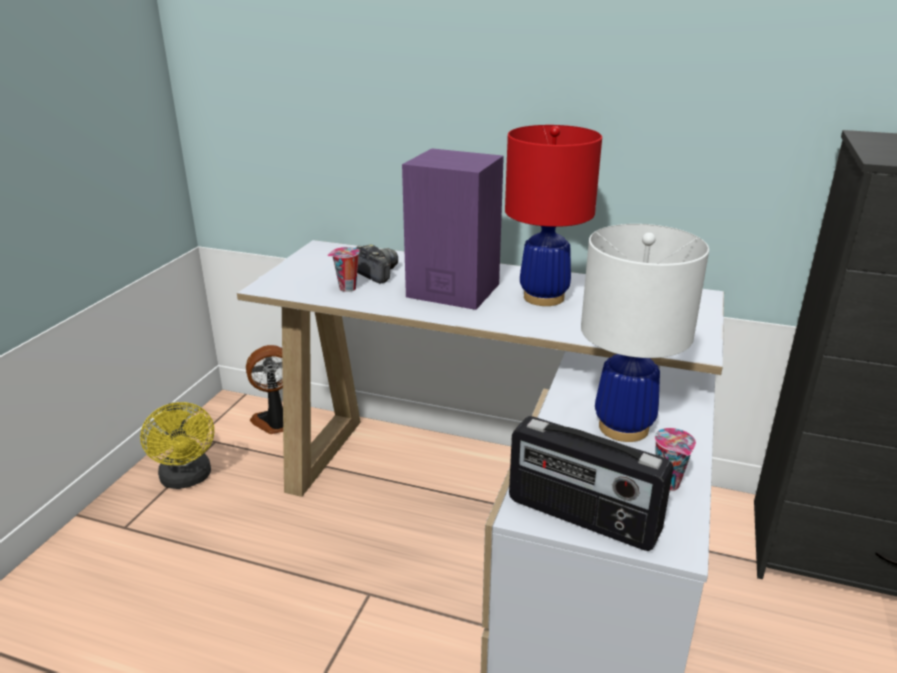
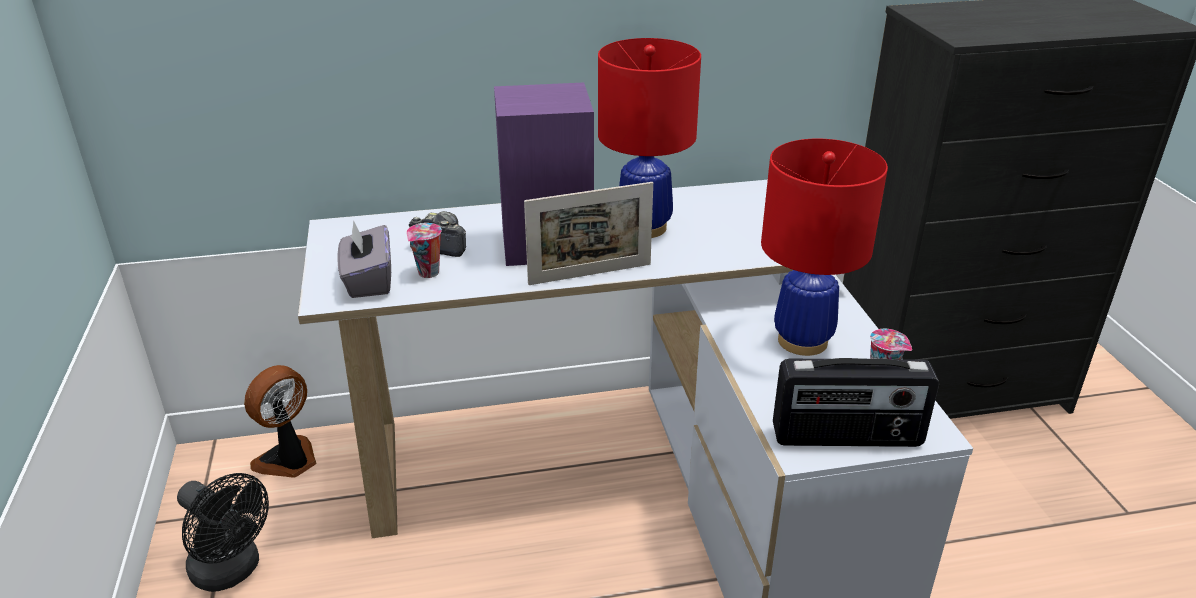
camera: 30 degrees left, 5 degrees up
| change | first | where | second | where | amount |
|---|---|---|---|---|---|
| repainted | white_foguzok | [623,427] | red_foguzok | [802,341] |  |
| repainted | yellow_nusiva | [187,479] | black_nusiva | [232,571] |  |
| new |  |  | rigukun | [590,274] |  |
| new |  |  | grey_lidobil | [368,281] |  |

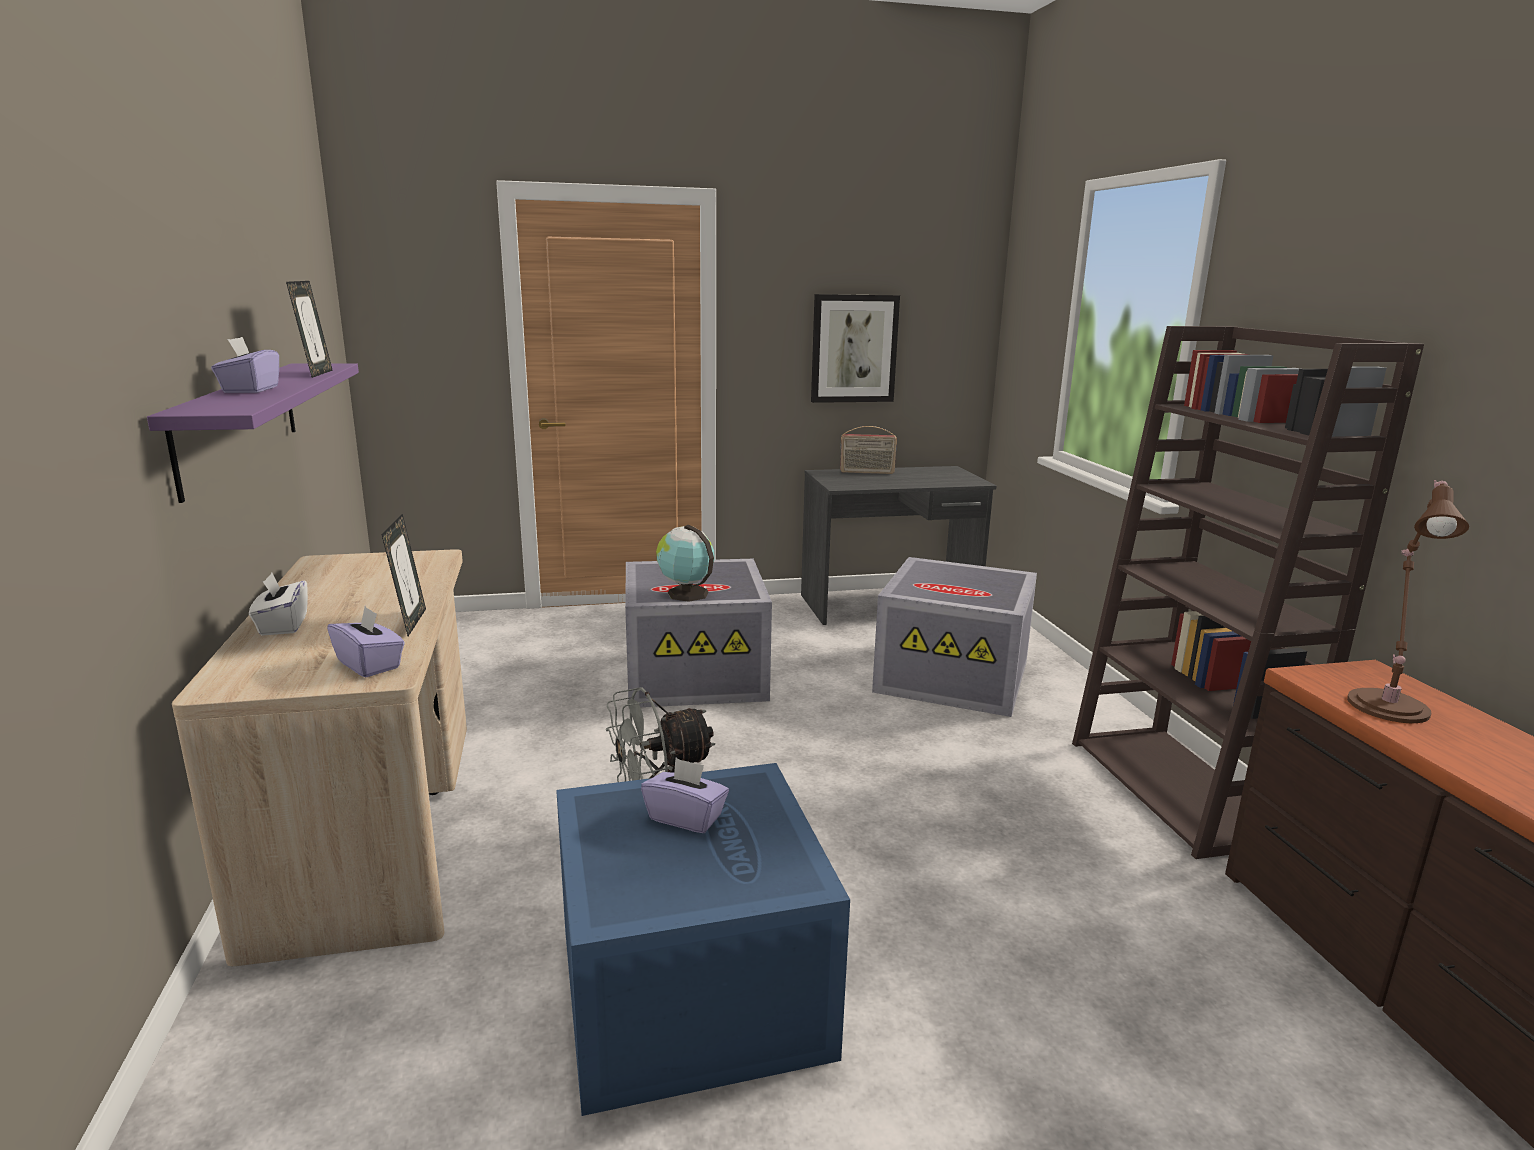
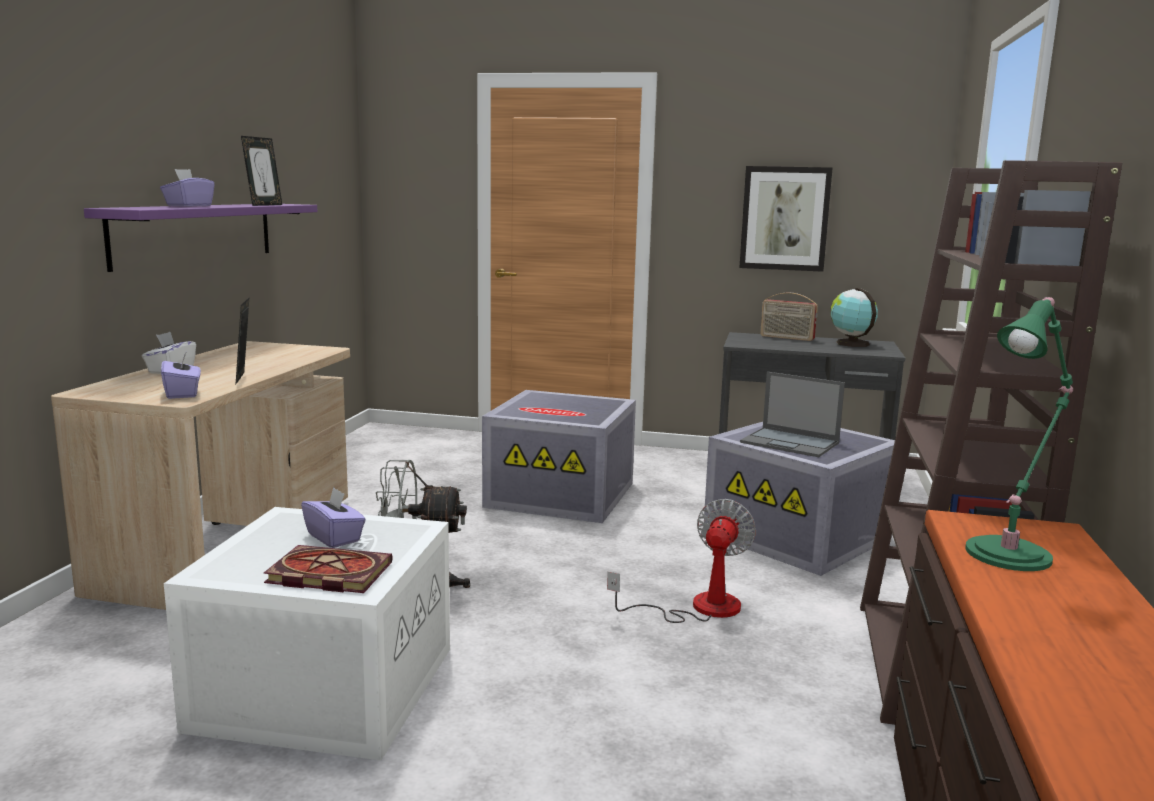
camera: 25 degrees right, 5 degrees down
| change | first | where | second | where | amount |
|---|---|---|---|---|---|
| repainted | brown_foguzok | [1387,704] | green_foguzok | [1012,553] |  |
| rotated | rigukun | [410,622] |  | [245,378] | 150 degrees clockwise |
| shifted | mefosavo | [686,593] |  | [850,343] |  |
| repainted | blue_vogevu | [687,988] | white_vogevu | [324,685] |  |
| new |  |  | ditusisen | [791,443] |  |
| new |  |  | nusiva | [699,608] |  |
| new |  |  | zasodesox | [326,574] |  |

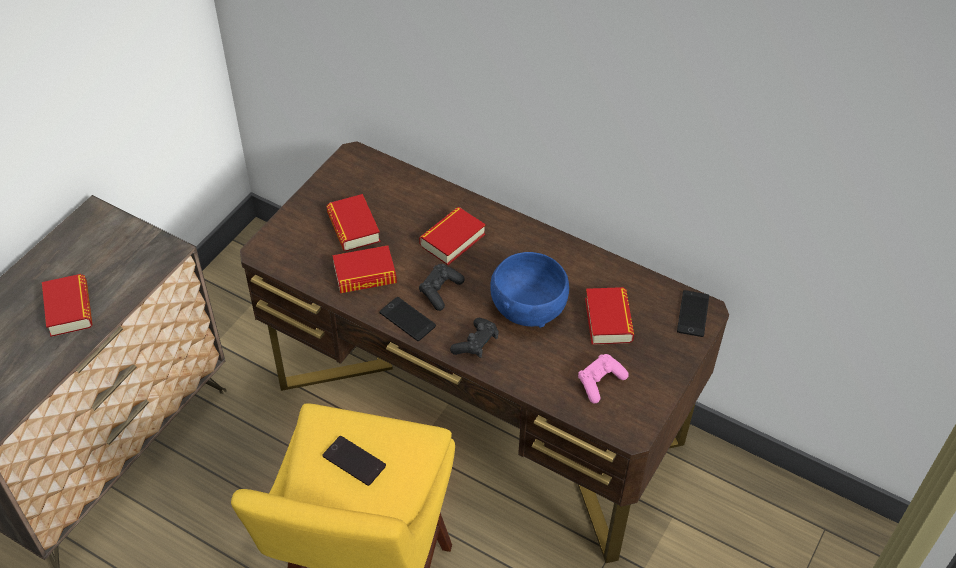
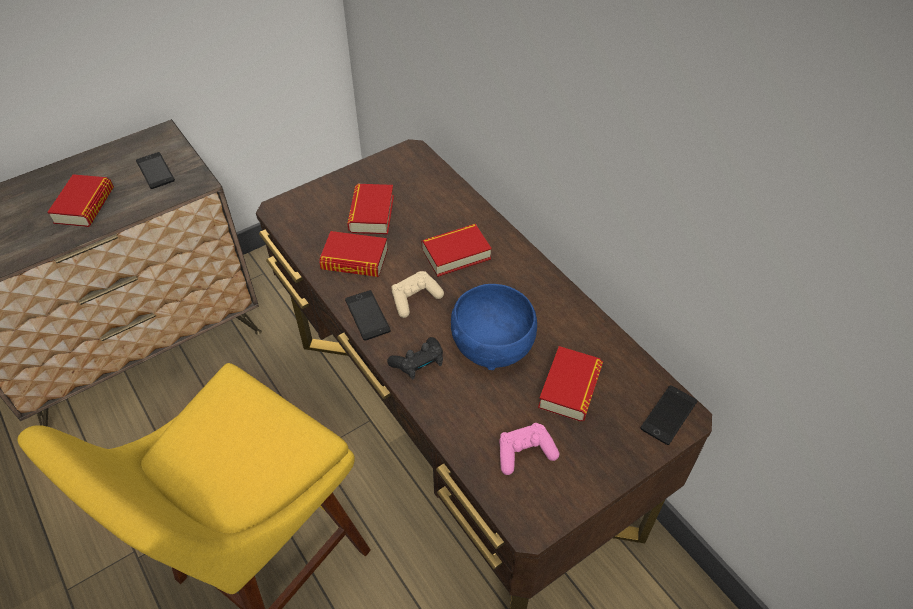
camera: 25 degrees right, 0 degrees up
| change | first | where | second | where | amount |
|---|---|---|---|---|---|
| repainted | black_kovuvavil | [440,291] | beige_kovuvavil | [415,299] |  |
| shifted | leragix | [354,461] |  | [155,171] |  |

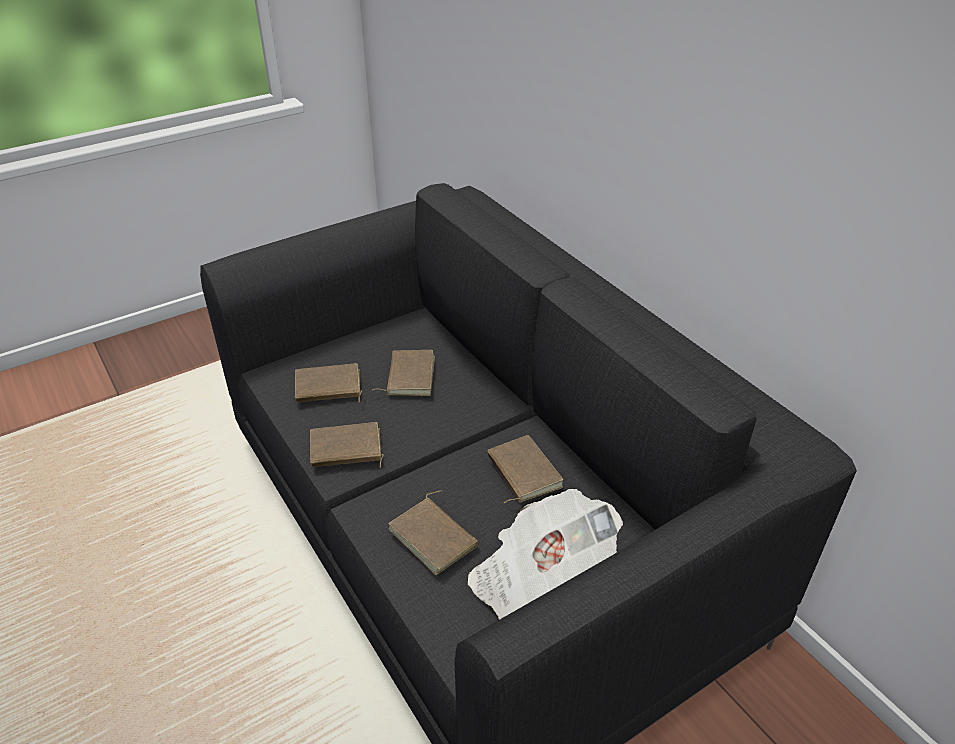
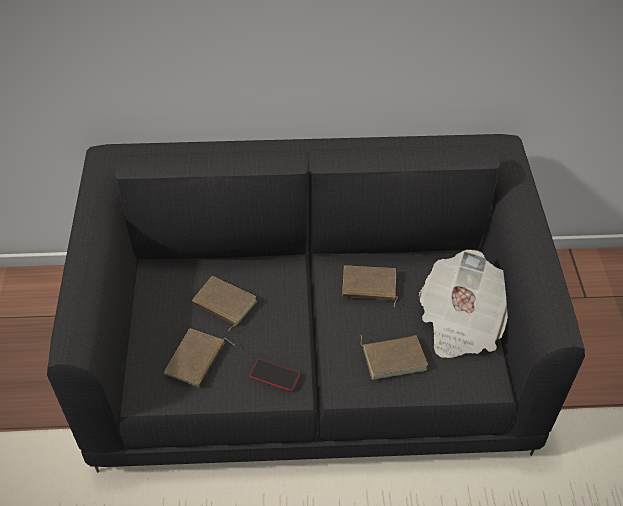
camera: 60 degrees left, 10 degrees up
| change | first | where | second | where | amount |
|---|---|---|---|---|---|
| swapped | brown_zasodesox | [346,450] | leragix | [274,375] |  |

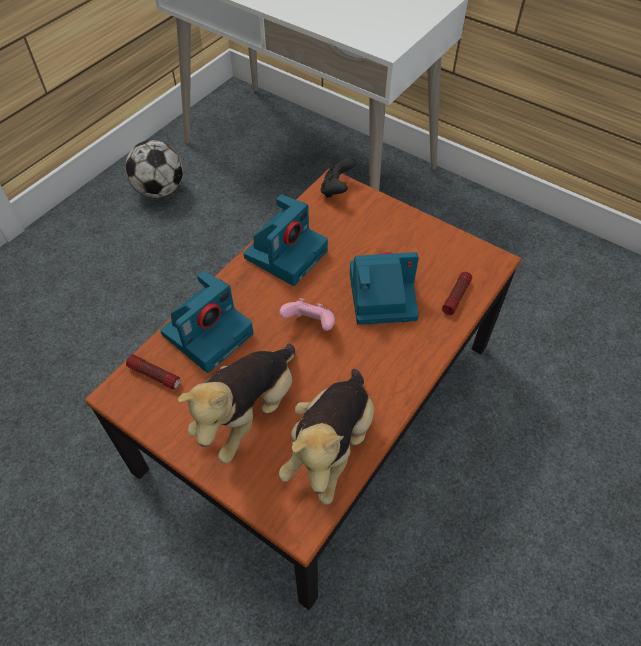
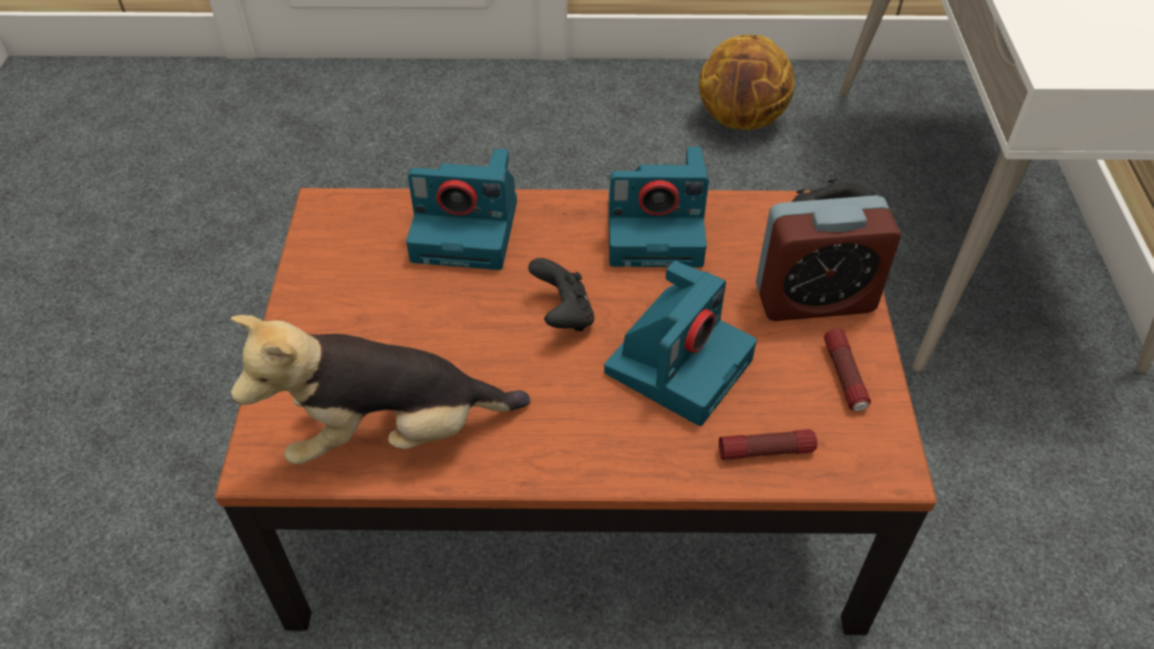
camera: 55 degrees right, 5 degrees down
| change | first | where | second | where | amount |
|---|---|---|---|---|---|
| swapped | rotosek | [160,190] | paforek | [741,120] |  |
| rotated | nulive | [380,296] |  | [679,363] | 75 degrees clockwise |
| repainted | pink_kovuvavil | [310,324] | black_kovuvavil | [563,315] |  |
| gone | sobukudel | [248,412] |  |  |  |
| shifted | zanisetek | [155,375] |  | [844,376] |  |
| new |  |  | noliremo | [814,299] |  |

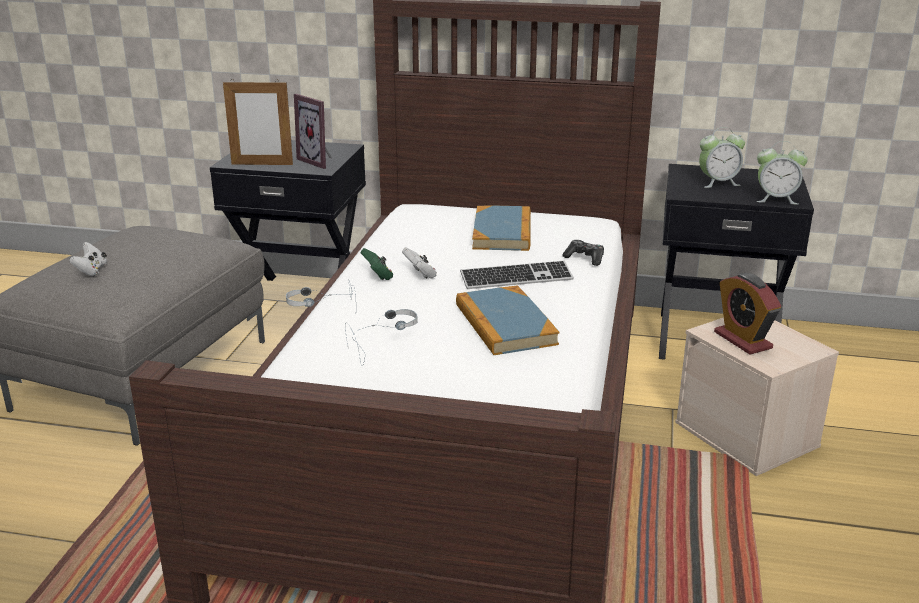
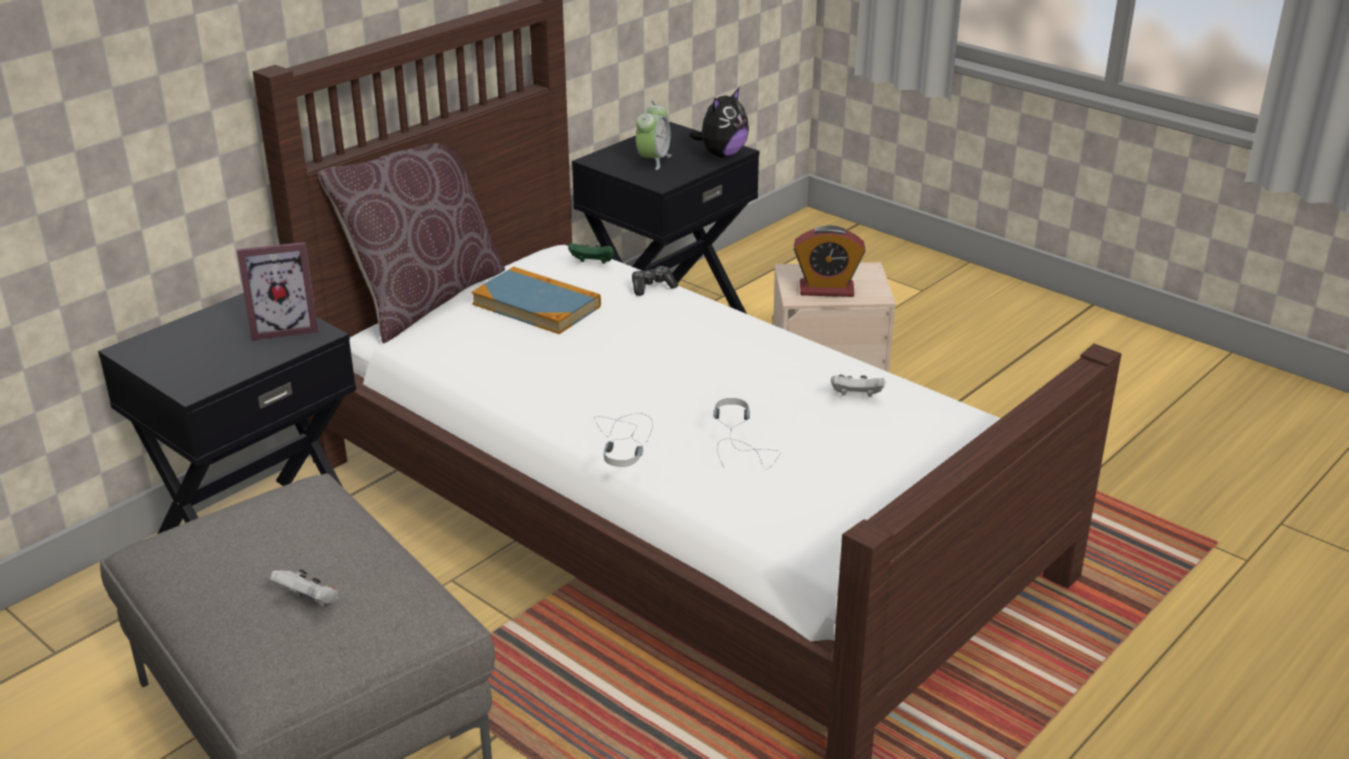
camera: 60 degrees left, 5 degrees up
| change | first | where | second | where | amount |
|---|---|---|---|---|---|
| gone | rigukun | [262,164] |  |  |  |
| swapped | noliremo | [776,199] | sobukudel | [722,154] |  |
| shifted | green_kovuvavil | [378,276] |  | [592,263] |  |
| shifted | white_kovuvavil | [420,274] |  | [856,397] |  |
| gone | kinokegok | [516,278] |  |  |  |
| gone | zasodesox | [505,325] |  |  |  |
| new |  |  | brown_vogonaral | [425,298] |  |

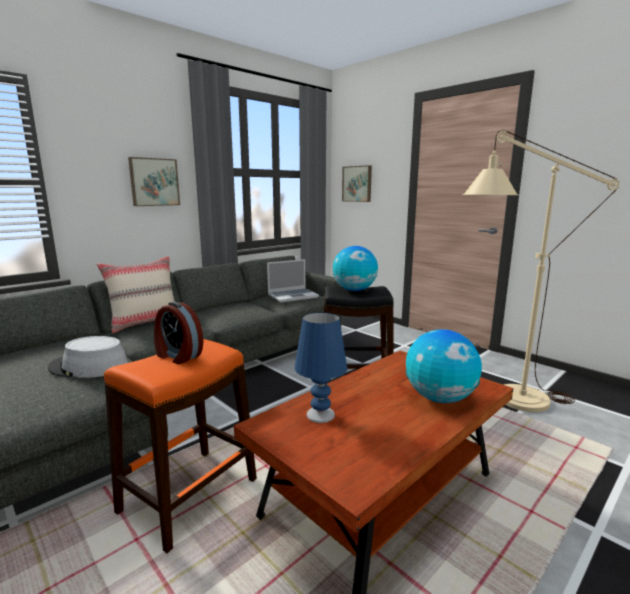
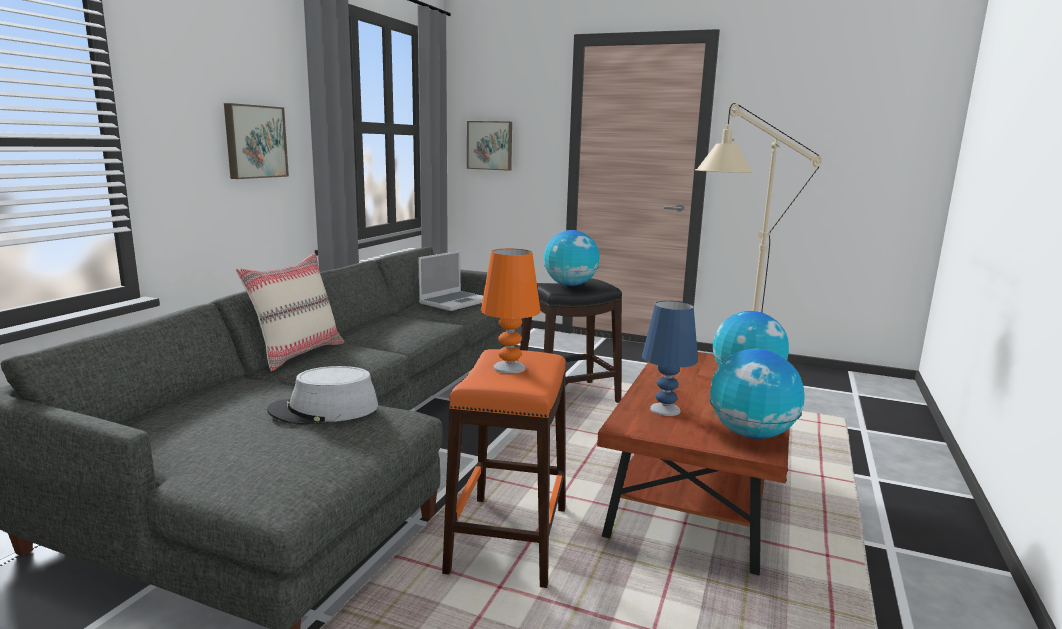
camera: 25 degrees left, 0 degrees up
| change | first | where | second | where | amount |
|---|---|---|---|---|---|
| swapped | noliremo | [177,356] | orange_foguzok | [509,367] |  |
| new |  |  | mefosavo | [751,434] |  |

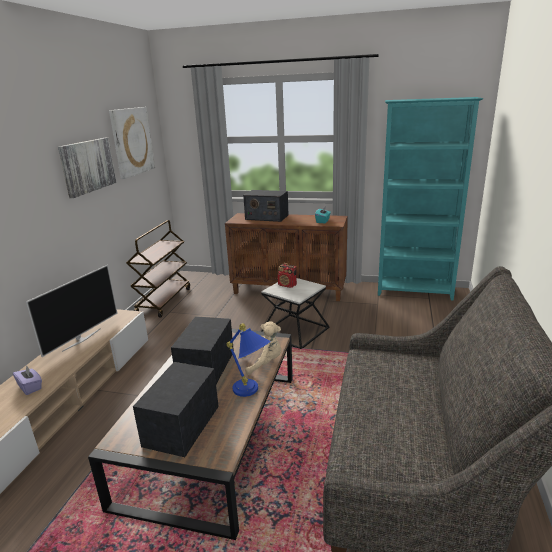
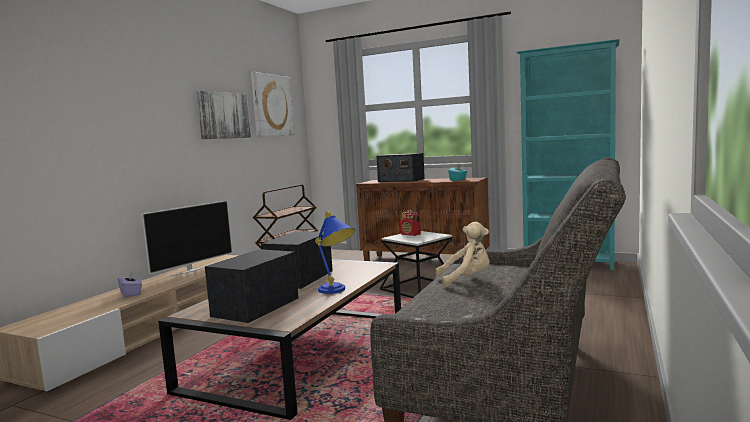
camera: 10 degrees right, 15 degrees down
| change | first | where | second | where | amount |
|---|---|---|---|---|---|
| shifted | beige_sobukudel | [264,363] |  | [466,280] |  |

